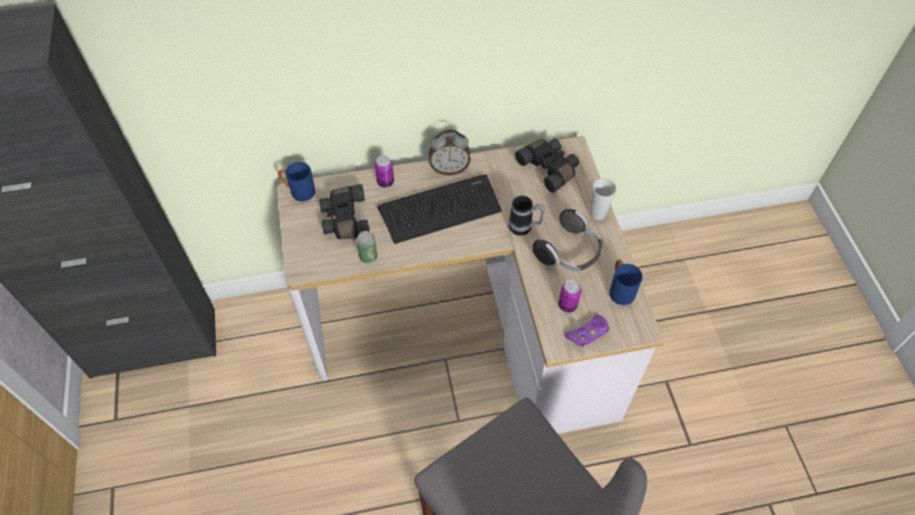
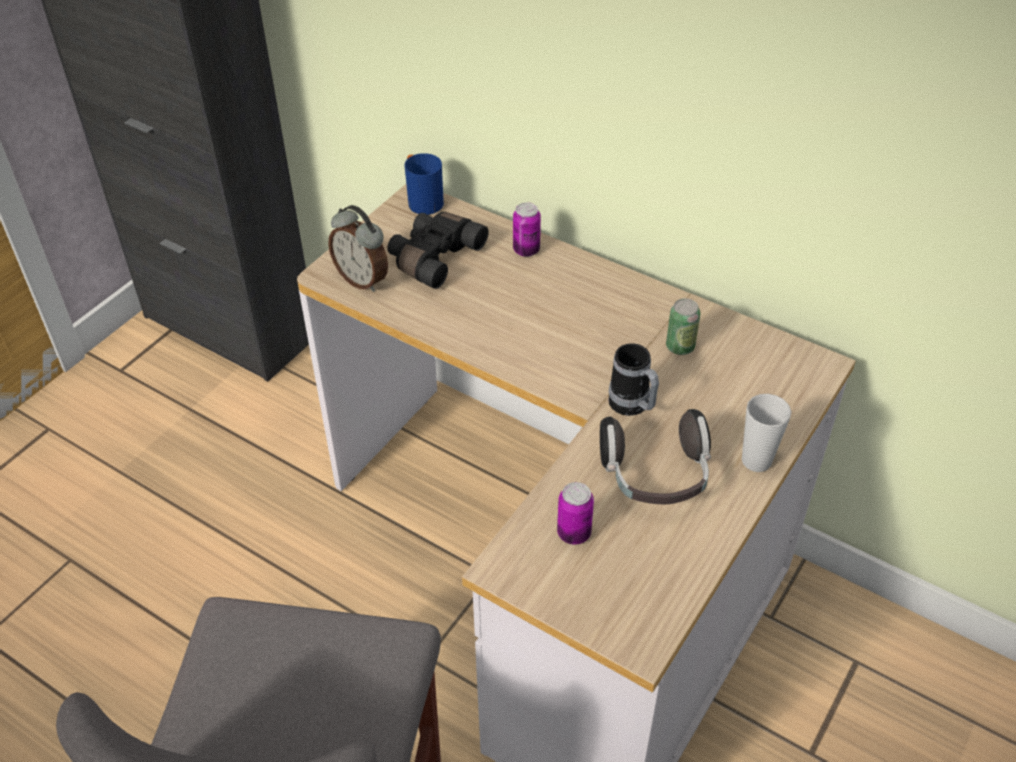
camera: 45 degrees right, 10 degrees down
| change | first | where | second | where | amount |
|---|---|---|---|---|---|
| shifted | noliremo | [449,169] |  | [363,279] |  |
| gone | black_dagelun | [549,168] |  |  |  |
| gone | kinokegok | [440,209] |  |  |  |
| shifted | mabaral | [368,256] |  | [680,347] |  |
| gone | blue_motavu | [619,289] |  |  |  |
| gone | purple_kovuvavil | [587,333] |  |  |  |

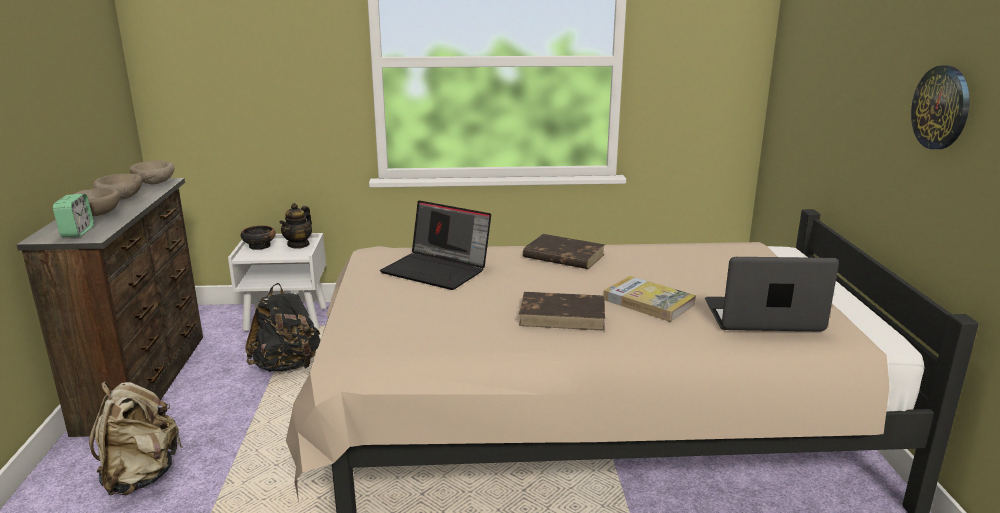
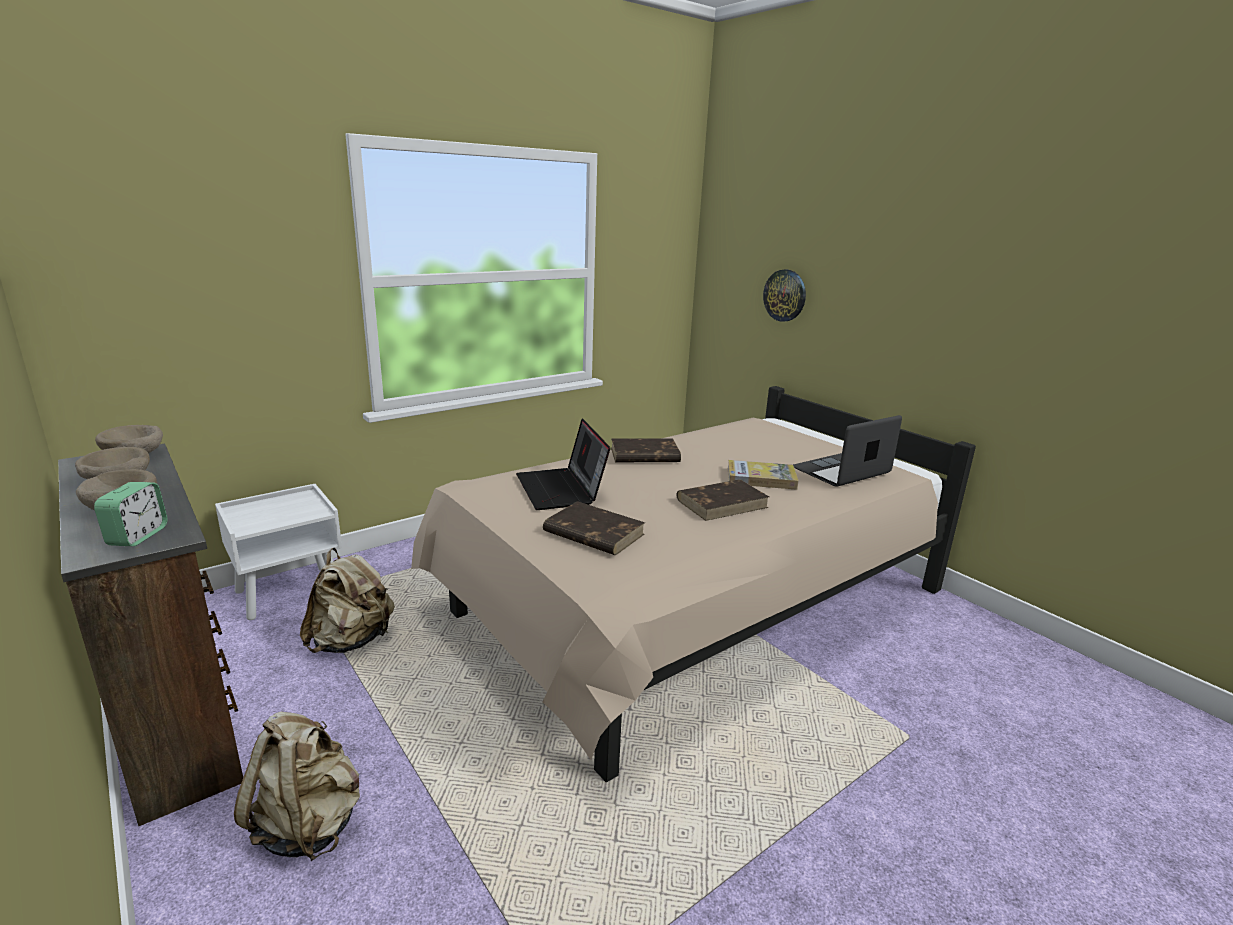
camera: 35 degrees left, 0 degrees up
| change | first | where | second | where | amount |
|---|---|---|---|---|---|
| shifted | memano | [941,107] |  | [785,295] |  |
| rotated | noliremo | [77,232] |  | [137,536] | 45 degrees clockwise |
| rotated | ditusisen | [438,270] |  | [562,490] | 75 degrees clockwise |
| gone | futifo | [298,244] |  |  |  |
| gone | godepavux | [259,246] |  |  |  |
| repainted | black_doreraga | [287,366] | beige_doreraga | [351,641] |  |
| new |  |  | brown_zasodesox | [593,533] |  |

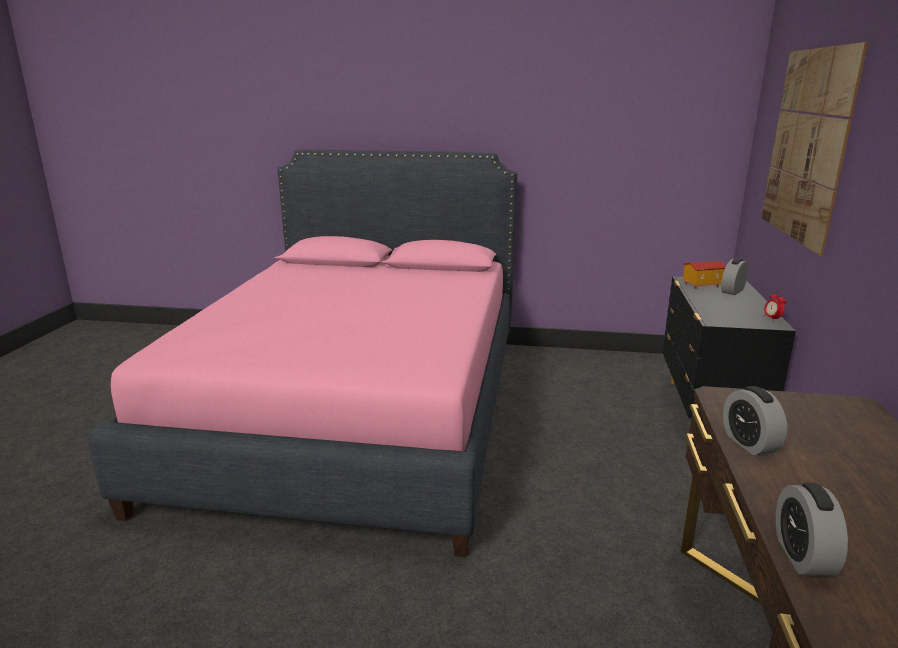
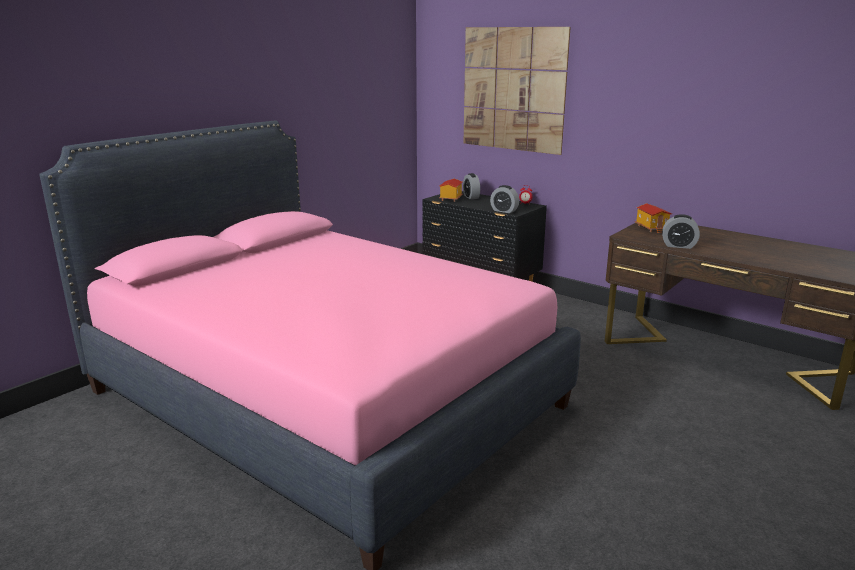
camera: 60 degrees left, 0 degrees up
| change | first | where | second | where | amount |
|---|---|---|---|---|---|
| shifted | noliremo | [802,556] |  | [504,211] |  |
| new |  |  | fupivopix | [652,228] |  |

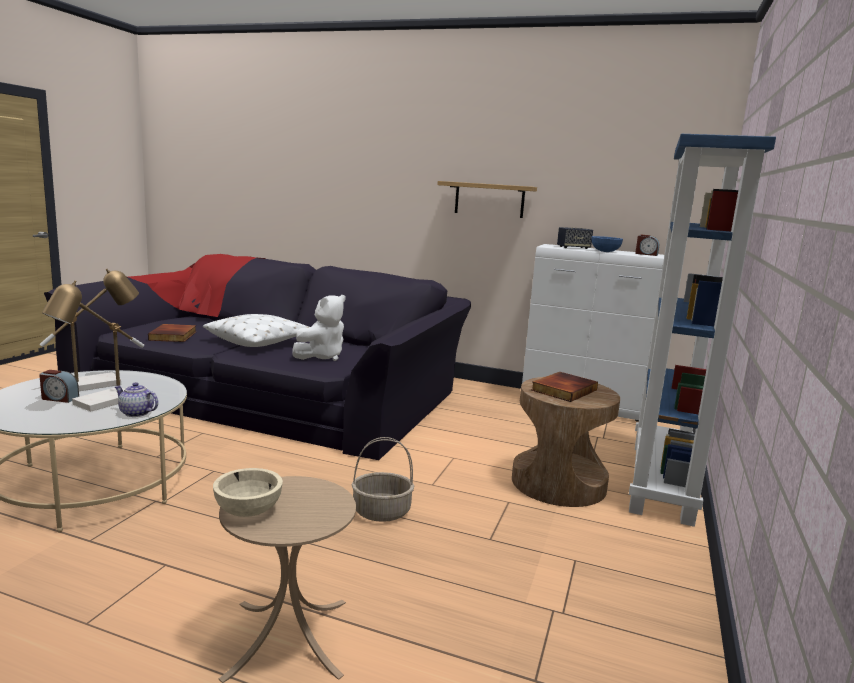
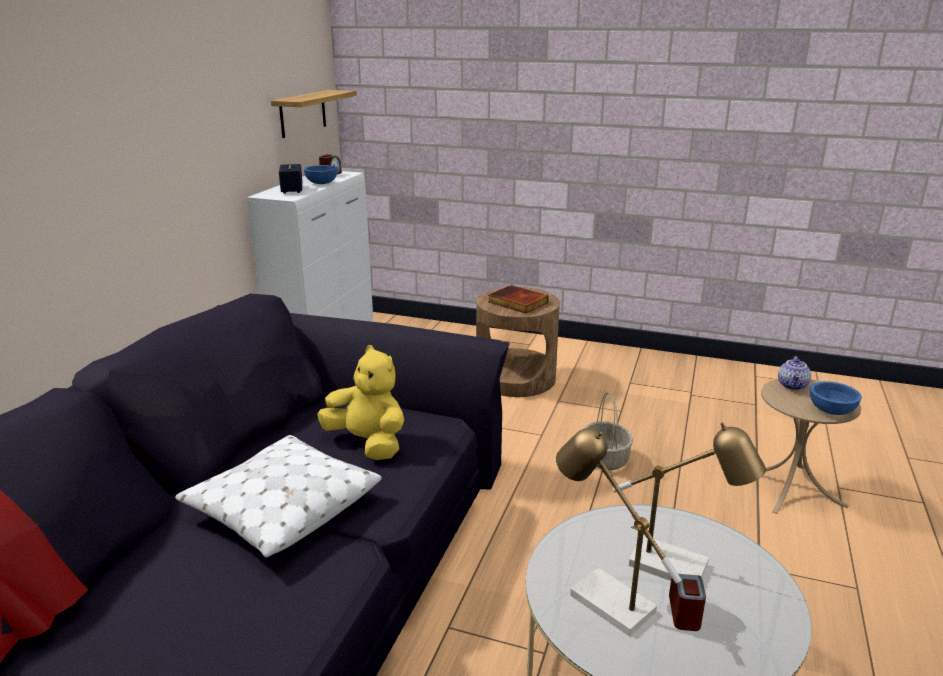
camera: 90 degrees left, 10 degrees up
| change | first | where | second | where | amount |
|---|---|---|---|---|---|
| gone | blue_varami | [662,481] |  |  |  |
| shifted | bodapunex | [489,199] |  | [303,113] |  |
| repainted | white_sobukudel | [321,357] | yellow_sobukudel | [368,443] |  |
| gone | zasodesox | [174,336] |  |  |  |
| shifted | futifo | [136,413] |  | [793,386] |  |
| repainted | beige_godepavux | [249,510] | blue_godepavux | [831,410] |  |

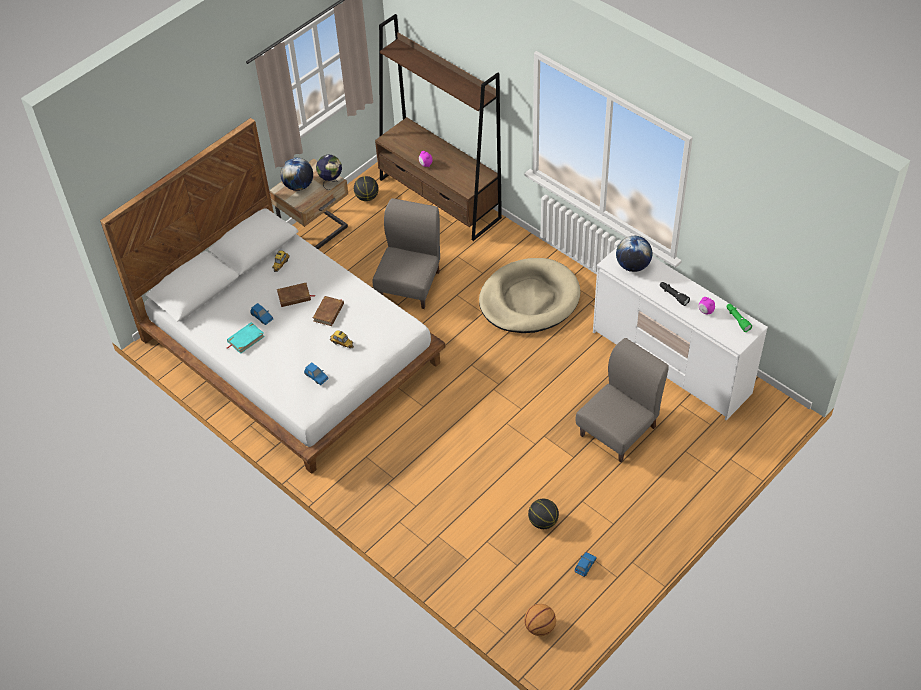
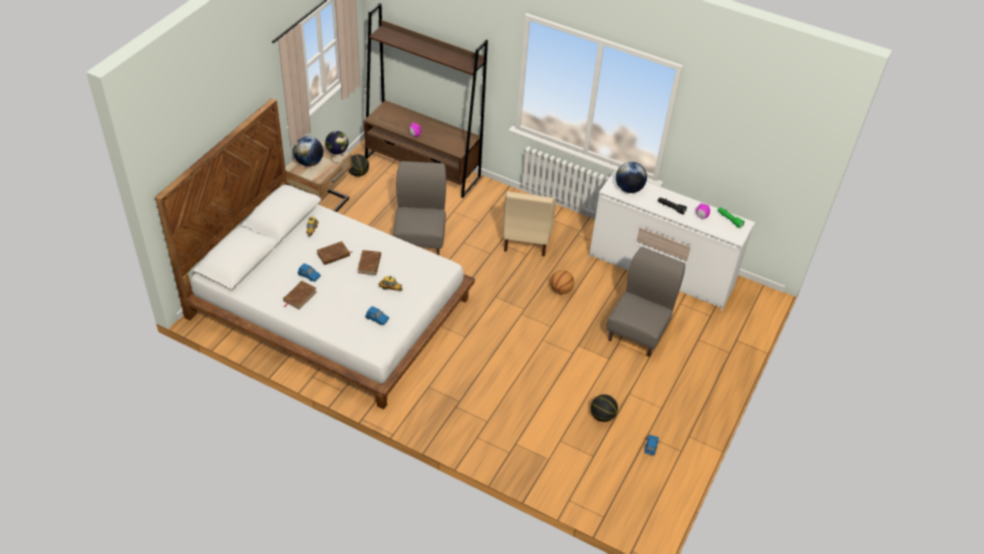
camera: 20 degrees left, 5 degrees down
| change | first | where | second | where | amount |
|---|---|---|---|---|---|
| swapped | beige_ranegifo | [529,299] | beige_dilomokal | [526,238] |  |
| repainted | turquoise_zasodesox | [245,339] | brown_zasodesox | [300,296] |  |
| shifted | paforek | [540,627] |  | [561,290] |  |

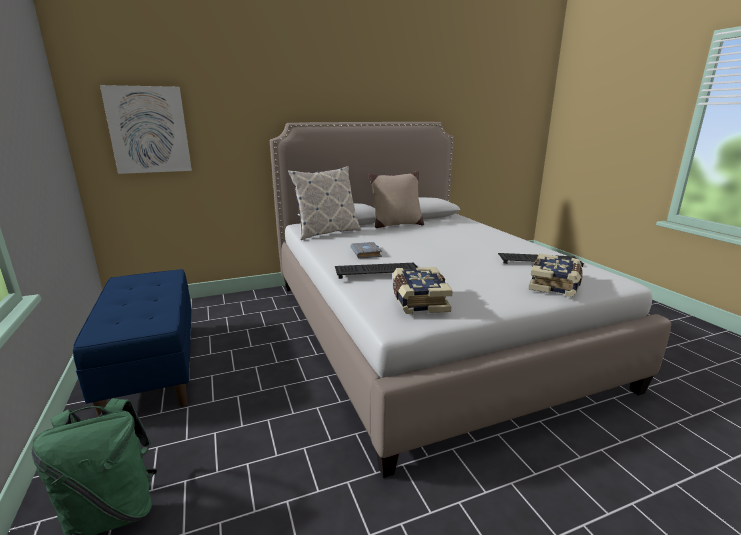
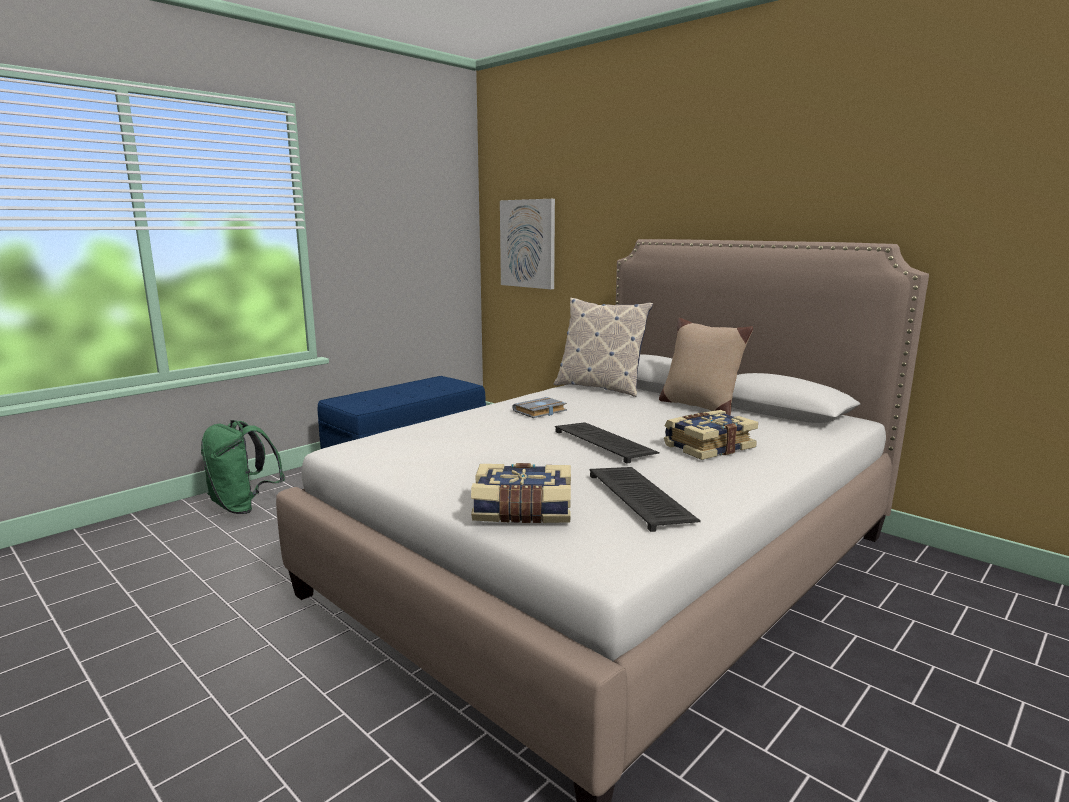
camera: 65 degrees right, 5 degrees down
| change | first | where | second | where | amount |
|---|---|---|---|---|---|
| shifted | kinokegok | [378,271] |  | [606,443] |  |
| shifted | zasodesox | [418,300] |  | [707,447] |  |

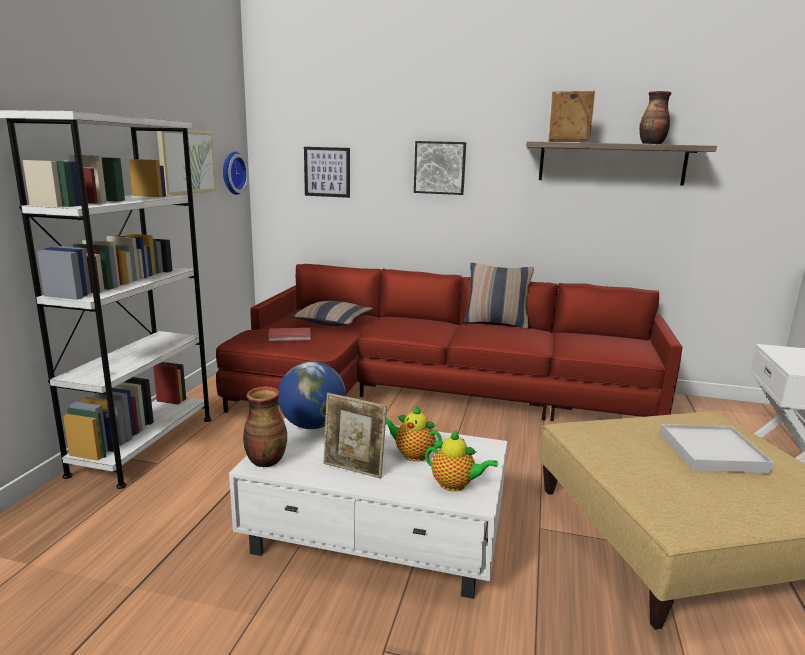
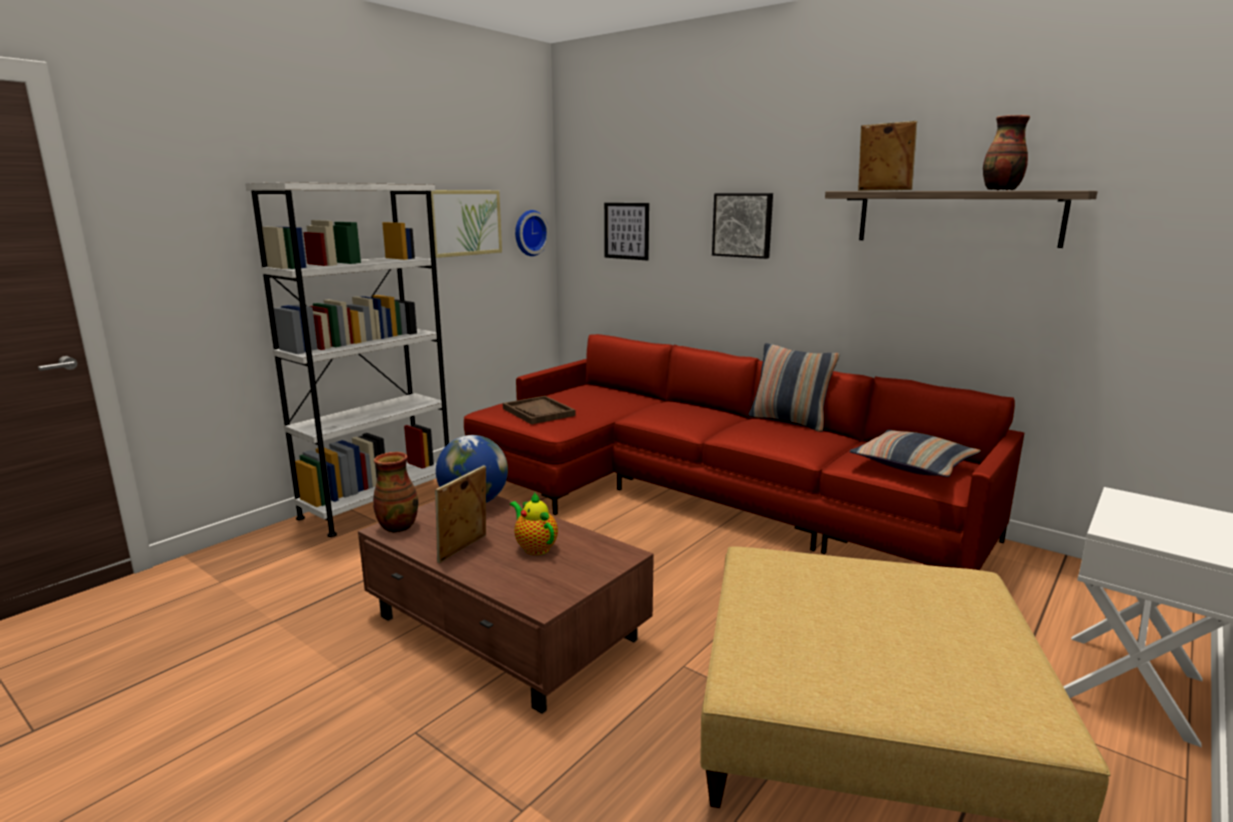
camera: 25 degrees right, 0 degrees up
| change | first | where | second | where | amount |
|---|---|---|---|---|---|
| shifted | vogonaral | [332,321] |  | [913,465] |  |
| swapped | red_zasodesox | [290,337] | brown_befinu | [538,412] |  |
| rotated | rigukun | [354,469] |  | [464,550] | 75 degrees clockwise |
| repainted | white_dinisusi | [378,535] | brown_dinisusi | [506,629] |  |
| gone | white_befinu | [711,452] |  |  |  |
| gone | futifo | [455,485] |  |  |  |

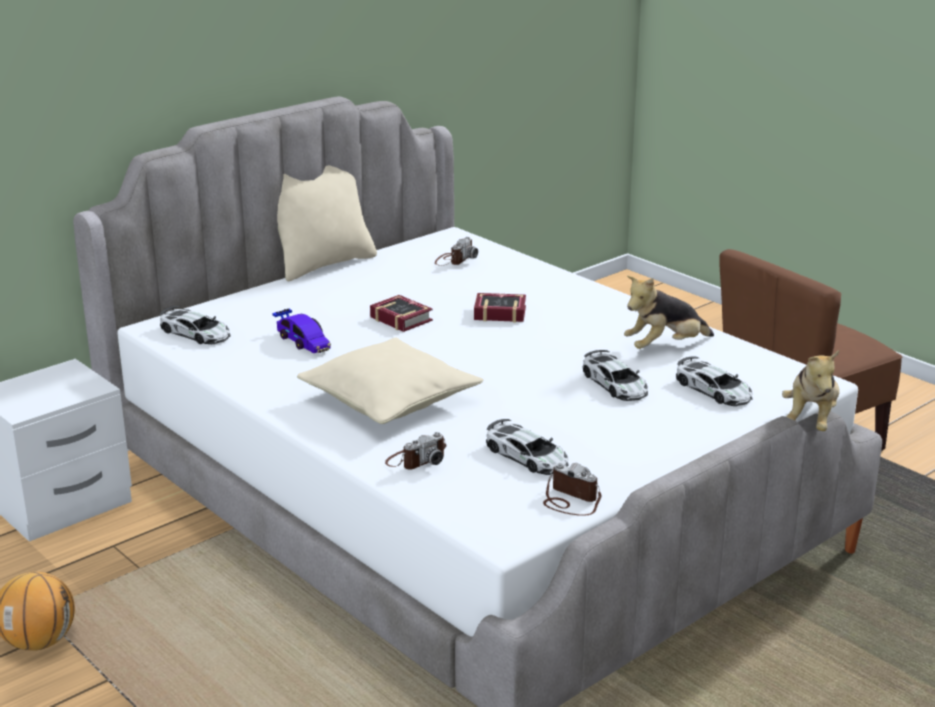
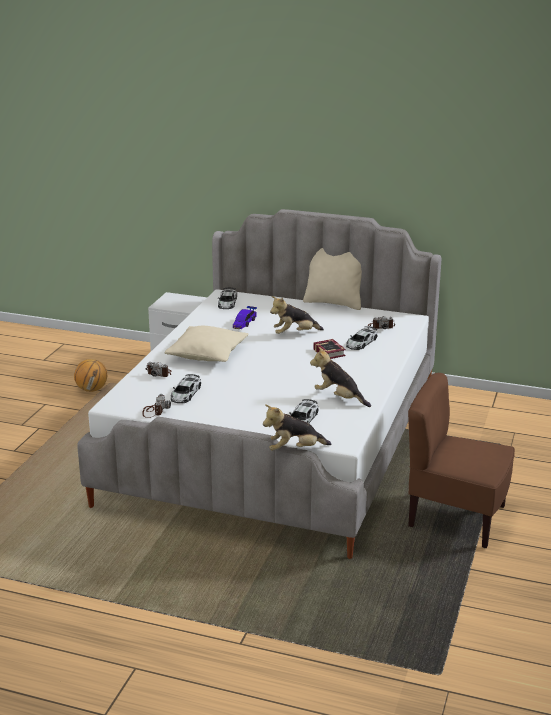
camera: 60 degrees right, 0 degrees up
| change | first | where | second | where | amount |
|---|---|---|---|---|---|
| swapped | zasodesox | [400,318] | sobukudel | [294,334] |  |
| shifted | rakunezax | [615,384] |  | [361,342] |  |

